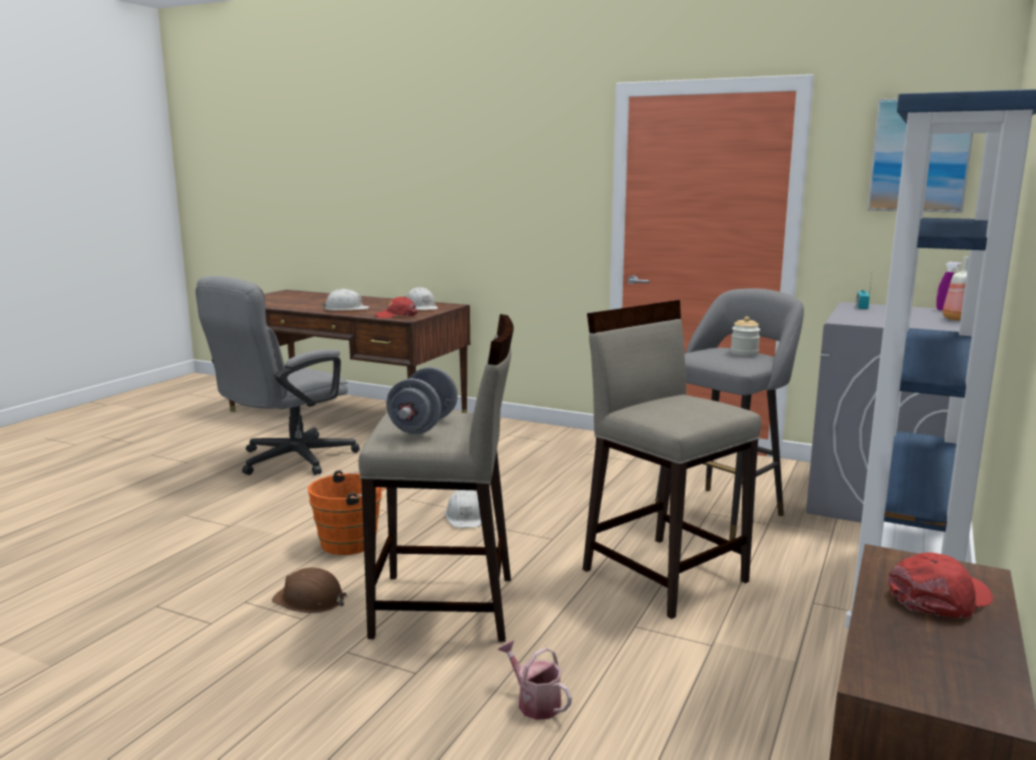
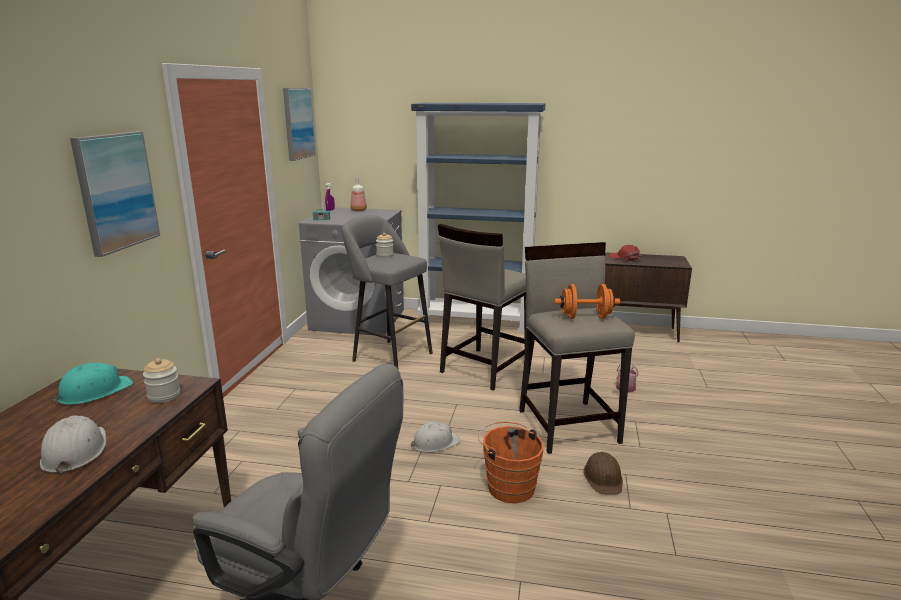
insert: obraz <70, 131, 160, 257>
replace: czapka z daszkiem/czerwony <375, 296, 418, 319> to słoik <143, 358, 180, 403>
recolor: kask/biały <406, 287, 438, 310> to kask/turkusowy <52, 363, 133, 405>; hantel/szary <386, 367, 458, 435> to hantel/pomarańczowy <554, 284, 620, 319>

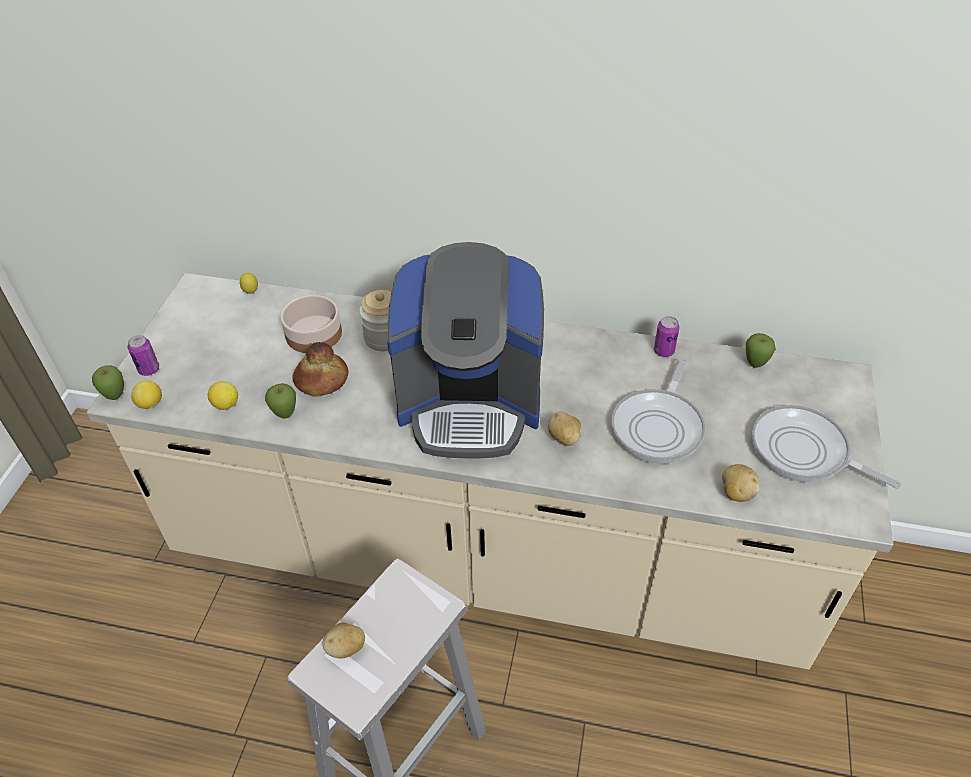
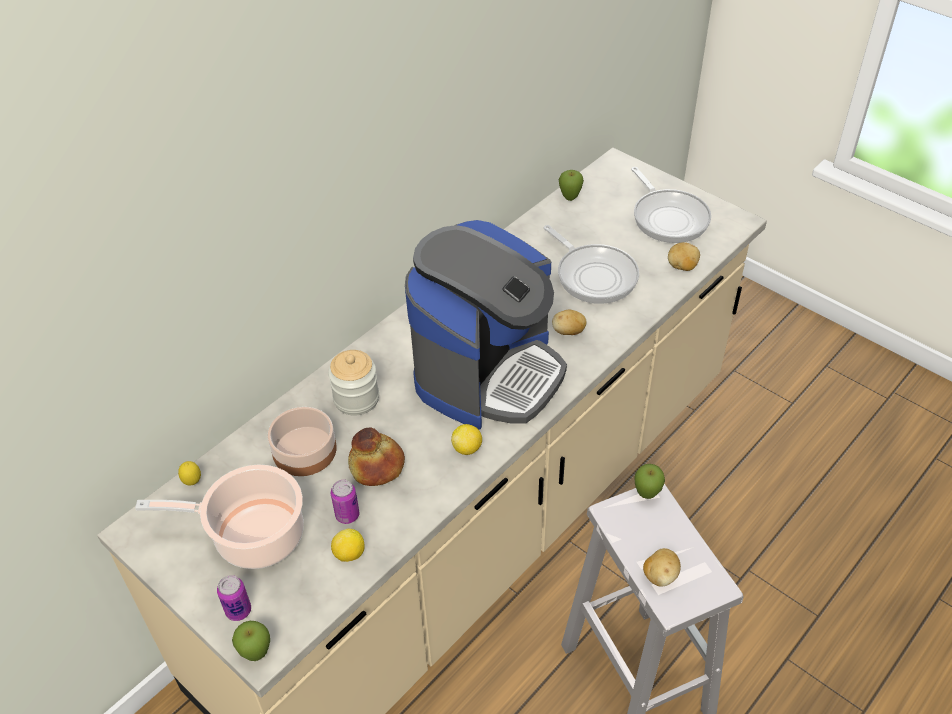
insert: garnek <135, 464, 304, 569>
move: puszka <654, 316, 680, 357> to <331, 480, 359, 524>; cytryna <131, 381, 162, 409> to <451, 424, 482, 455>; jabłko <265, 383, 296, 419> to <634, 464, 665, 499>
rotate: patelnia <752, 405, 901, 489> = <631, 167, 711, 243> 90 degrees counterclockwise

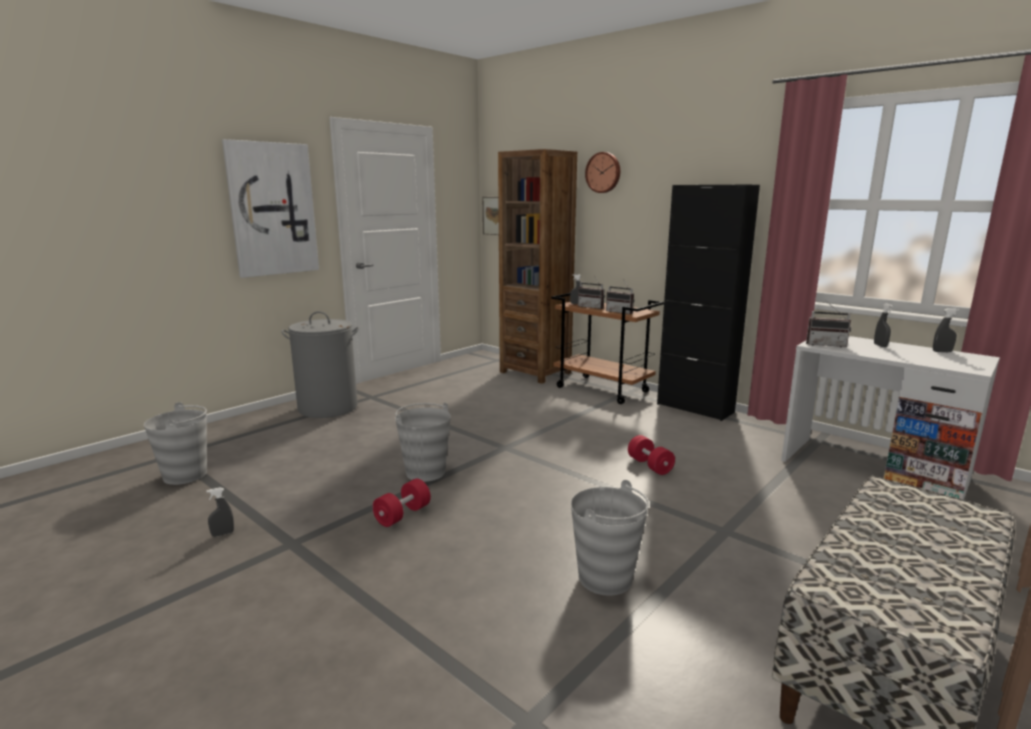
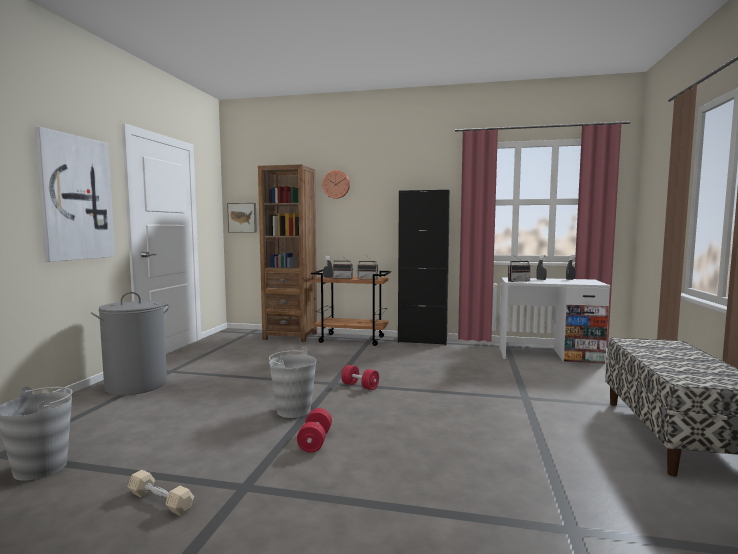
delete: wiadro/szary <571, 480, 649, 596>
move: hantel/czerwony <628, 435, 675, 475> to <341, 365, 379, 390>
replace: spryskiwacz/szary <207, 487, 234, 537> to hantel/beżowy <128, 470, 194, 516>

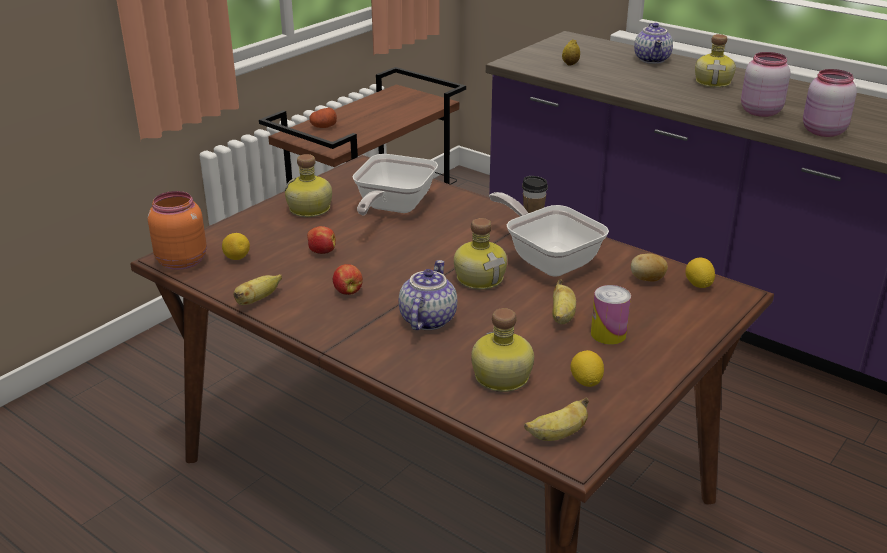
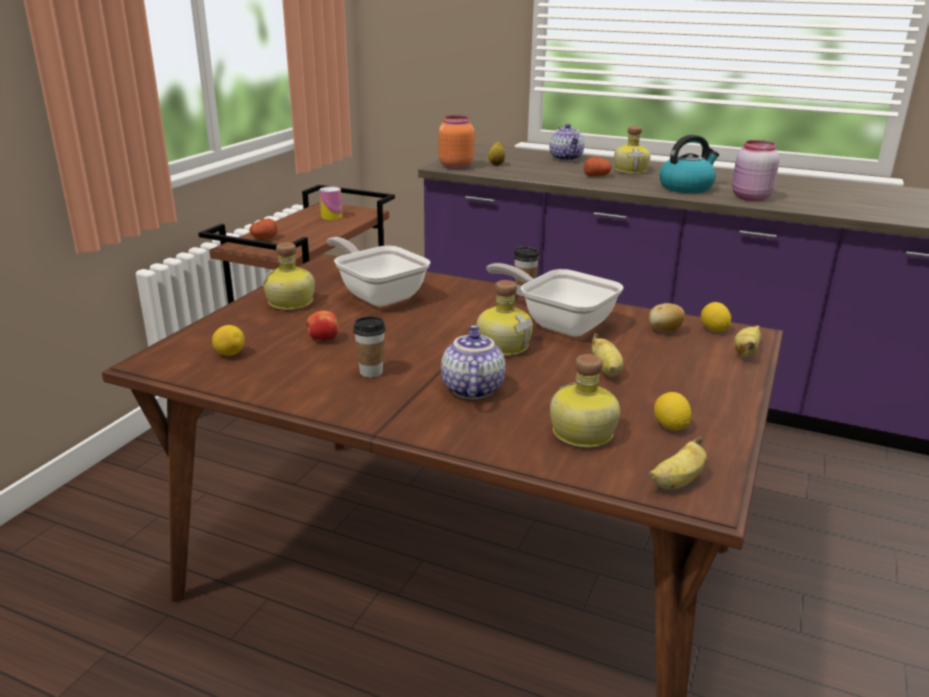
insert: ziemniak <584, 157, 612, 177>
move: słoik/pomarańczowy <148, 191, 207, 270> to <438, 115, 474, 169>; banan <234, 274, 282, 305> to <734, 325, 761, 357>; puszka <591, 285, 631, 345> to <319, 187, 342, 220>
replace: słoik/różowy <741, 52, 791, 117> to czajnik <659, 135, 719, 193>; jabłko <333, 264, 363, 295> to filiżanka <353, 316, 386, 378>
rotate: patelnia <353, 154, 438, 215> = <327, 237, 430, 307> 135 degrees clockwise

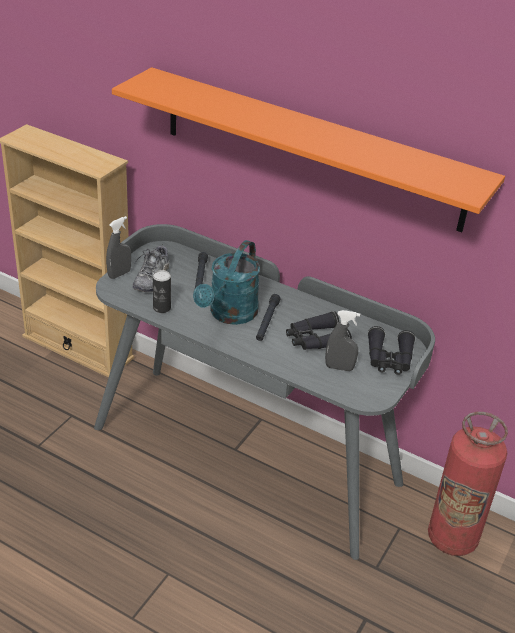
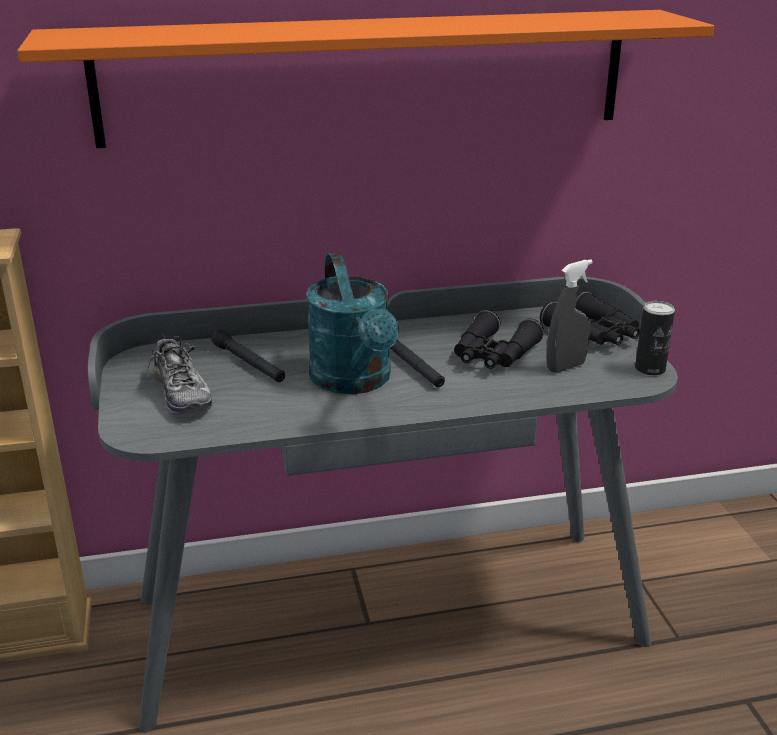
delete: spryskiwacz/szary <106, 216, 131, 279>; gaśnica <428, 412, 508, 556>
move: puszka <153, 270, 171, 313> to <635, 301, 675, 376>

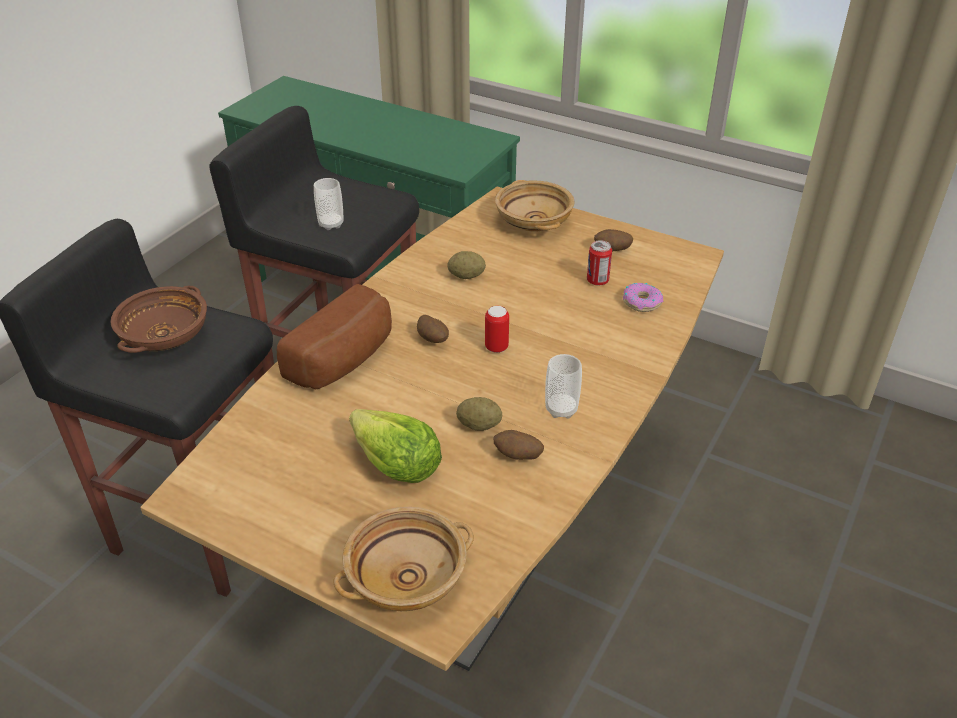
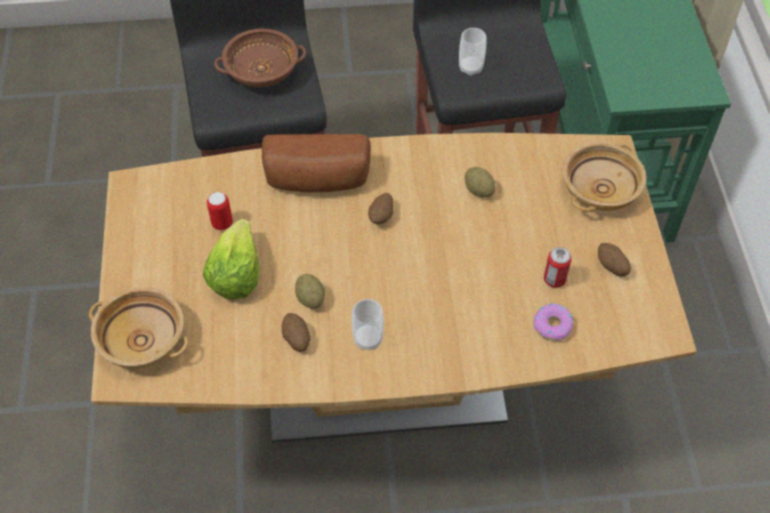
move: puszka <485, 306, 509, 353> to <207, 192, 233, 230>

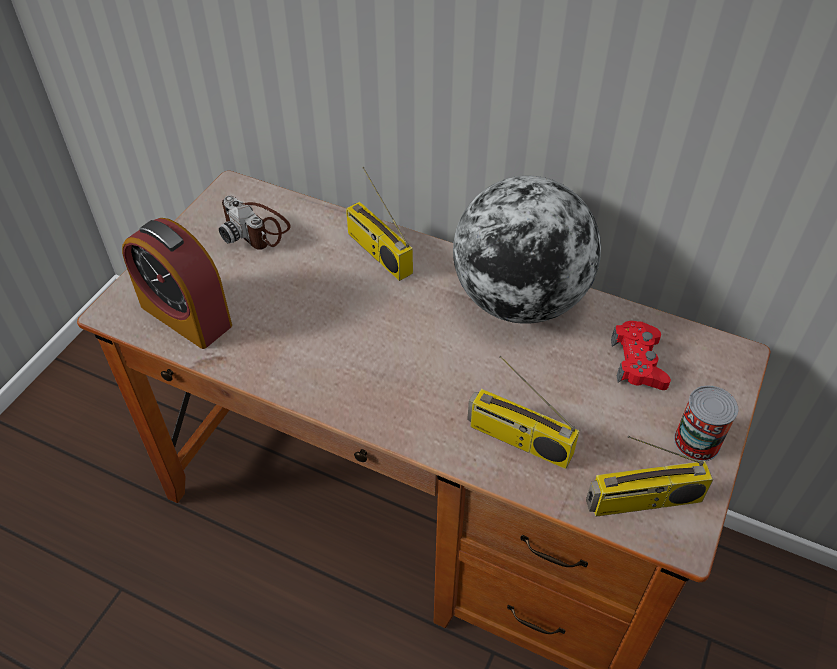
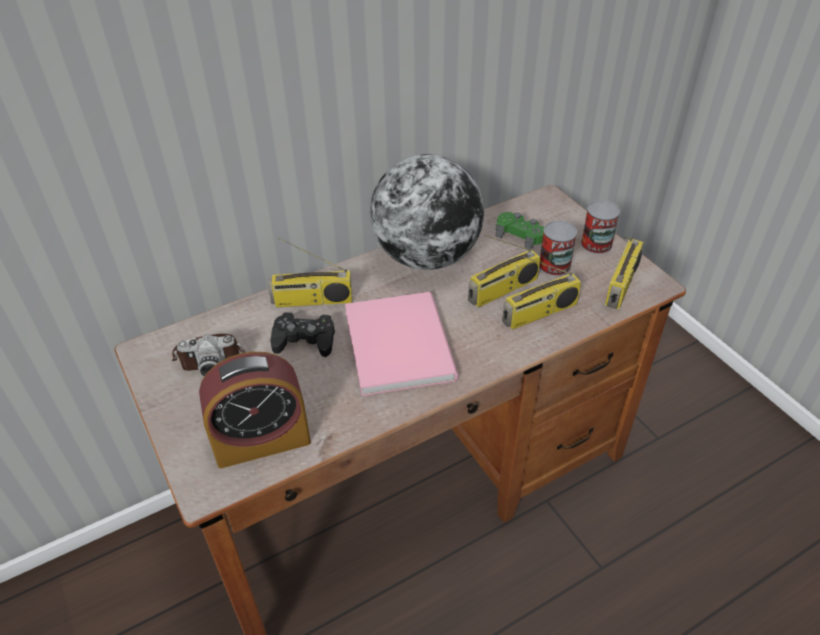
insert: puszka <539, 221, 577, 276>; radio <468, 235, 541, 308>; książka/różowy <345, 292, 458, 396>; pad do gier/czarny <270, 312, 335, 357>
recolor: pad do gier/czerwony <611, 321, 671, 390> to pad do gier/zielony <496, 212, 544, 249>

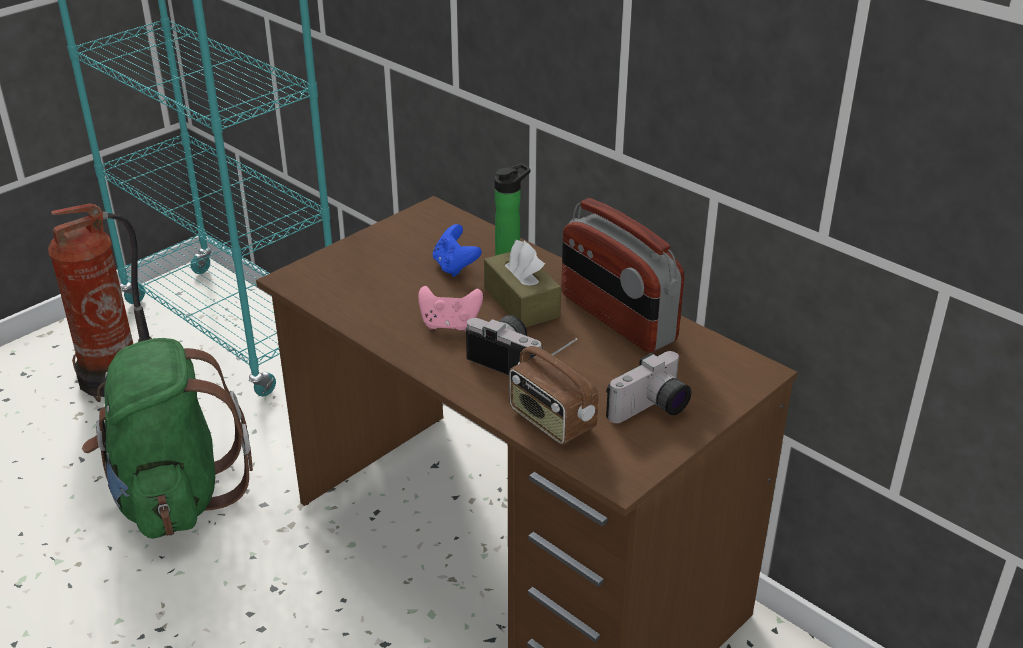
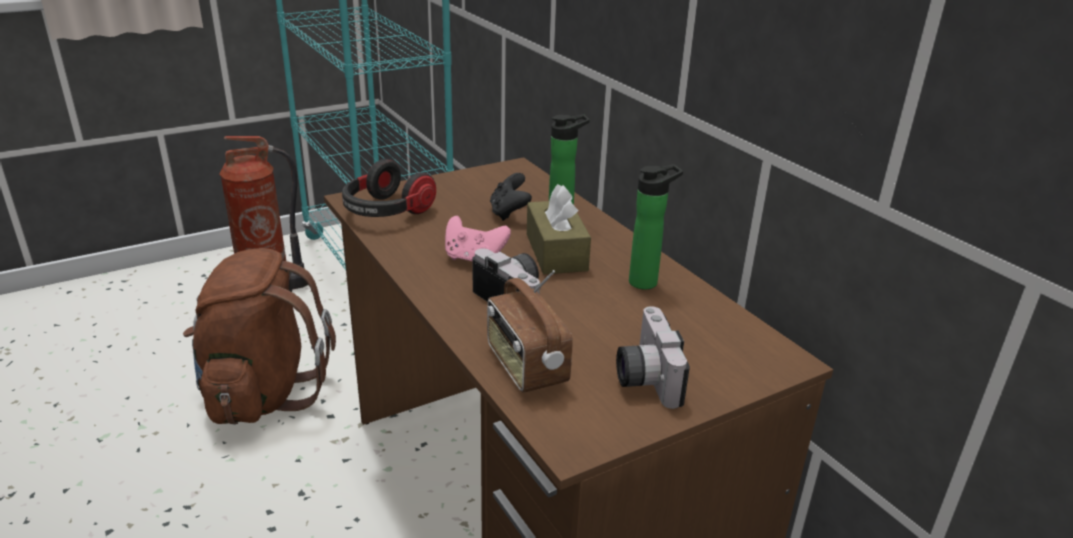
insert: słuchawki <342, 159, 436, 217>
replace: radio <561, 198, 685, 352> to butelka <629, 164, 683, 289>
recolor: pad do gier/niebieski <433, 224, 482, 277> to pad do gier/czarny <490, 173, 532, 221>; plecak/zielony <82, 338, 253, 539> to plecak/brązowy <183, 248, 336, 425>
rotate: aparat fotograficzny <606, 351, 691, 423> = <616, 306, 690, 409> 105 degrees clockwise

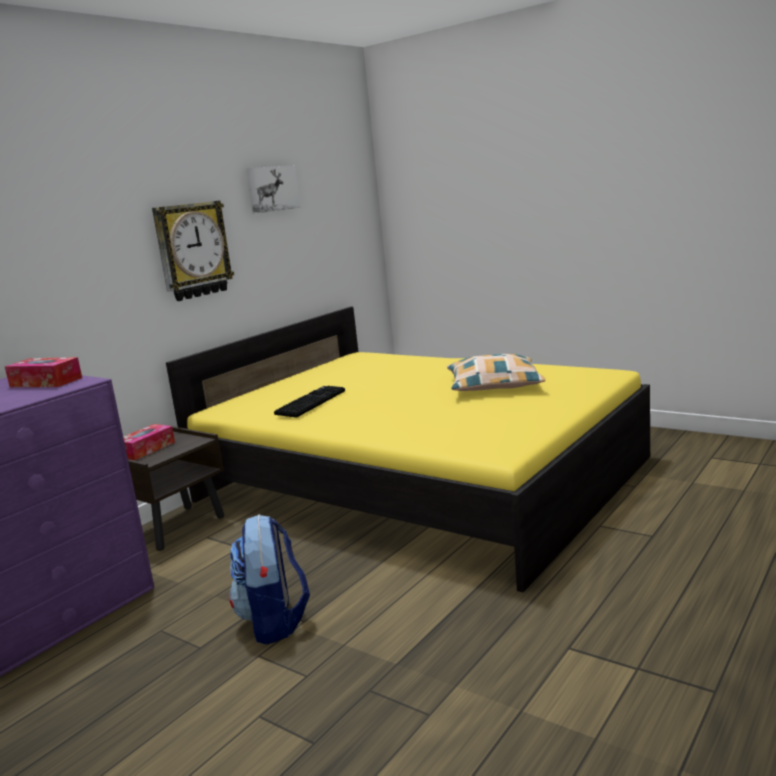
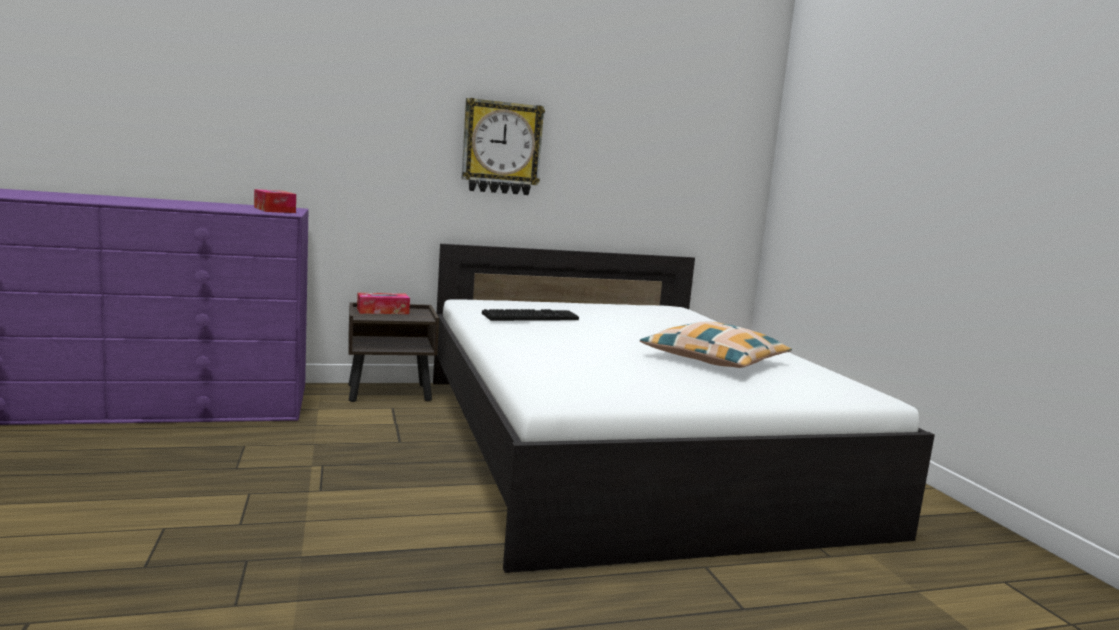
delete: obraz <246, 165, 301, 214>; plecak <229, 514, 310, 645>
recolor: łóżko/żółty <166, 307, 650, 592> to łóżko/biały <433, 244, 935, 573>

